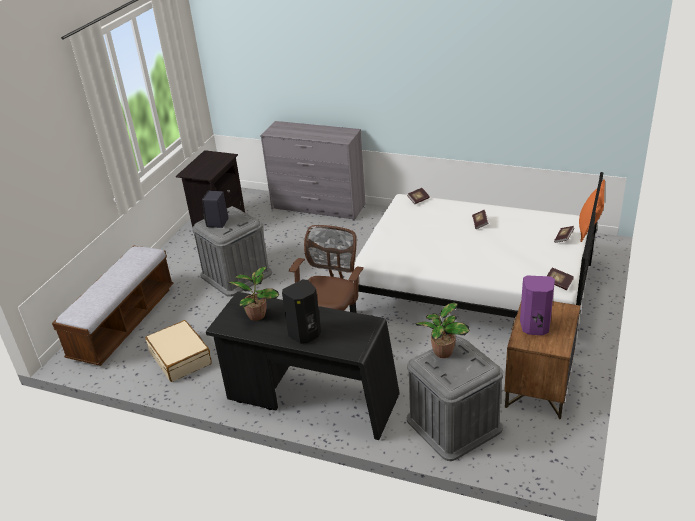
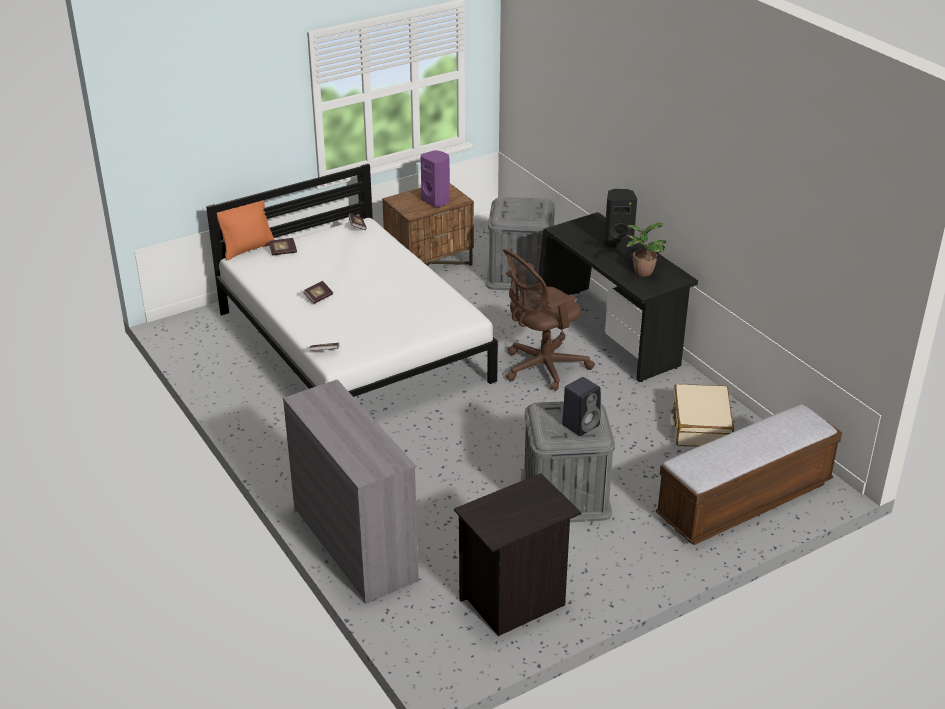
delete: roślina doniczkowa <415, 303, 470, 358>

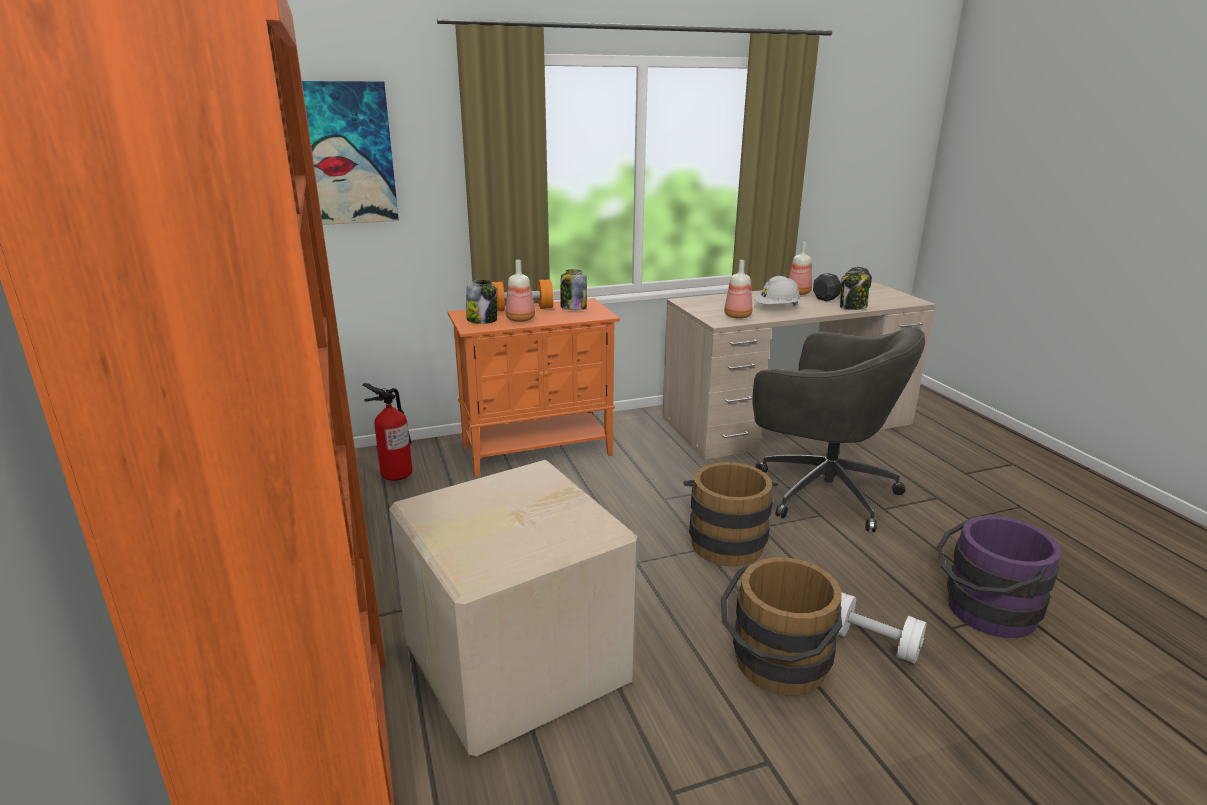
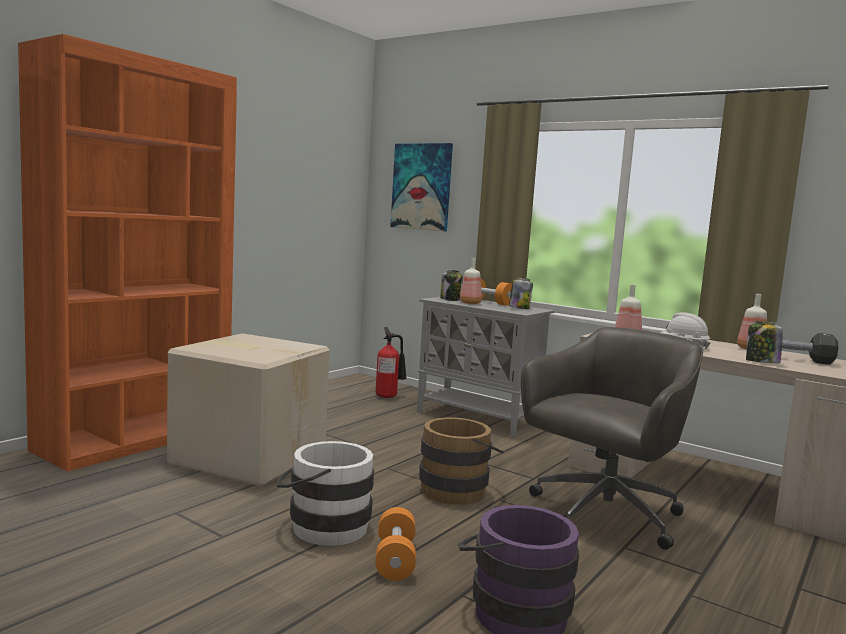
recolor: szafka/pomarańczowy <448, 298, 620, 477> to szafka/szary <417, 297, 555, 438>; wiadro/brązowy <721, 557, 842, 695> to wiadro/biały <277, 441, 374, 546>; hantel/biały <838, 592, 927, 664> to hantel/pomarańczowy <375, 507, 416, 581>
rotate: krzesło biurowe/szary <752, 327, 925, 532> = <521, 327, 703, 550> 135 degrees counterclockwise

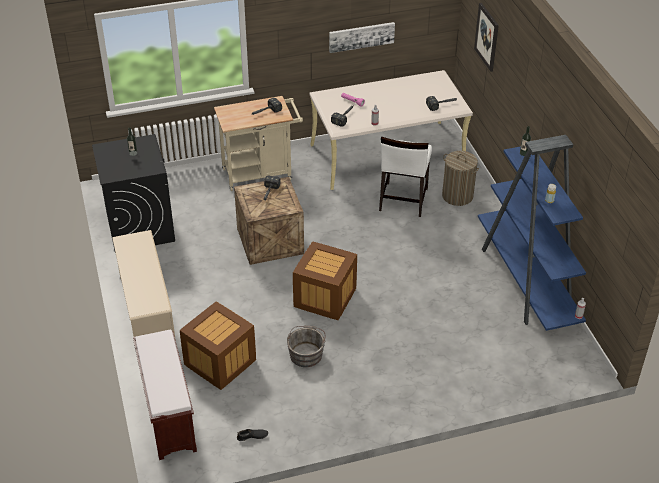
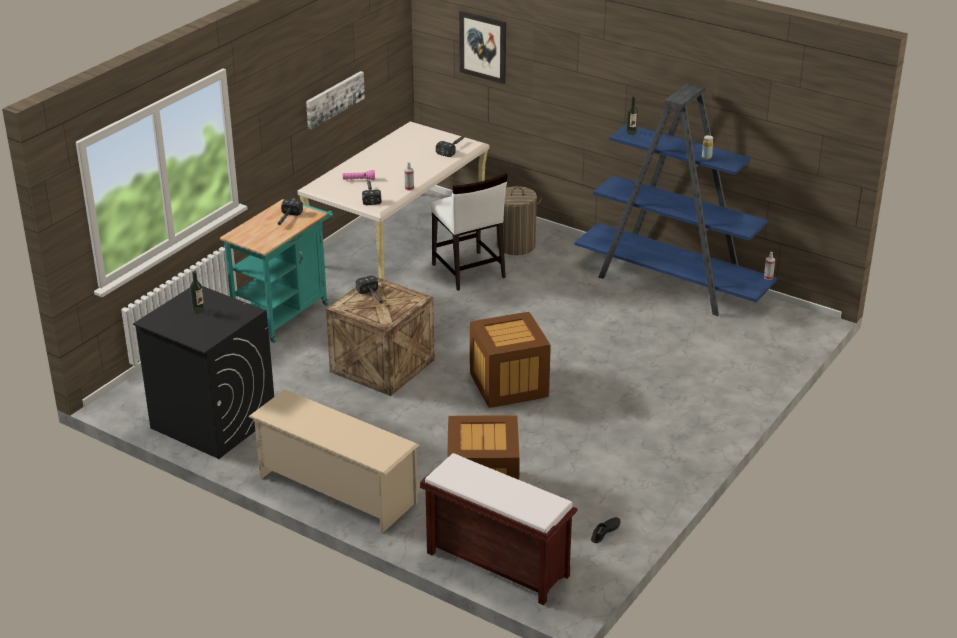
delete: wiadro/szary <287, 325, 326, 367>
recolor: wózek/beżowy <214, 96, 303, 191> to wózek/turkusowy <220, 198, 333, 343>

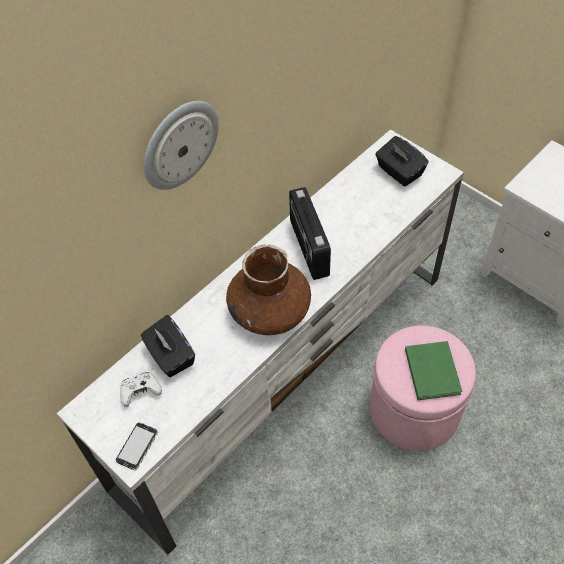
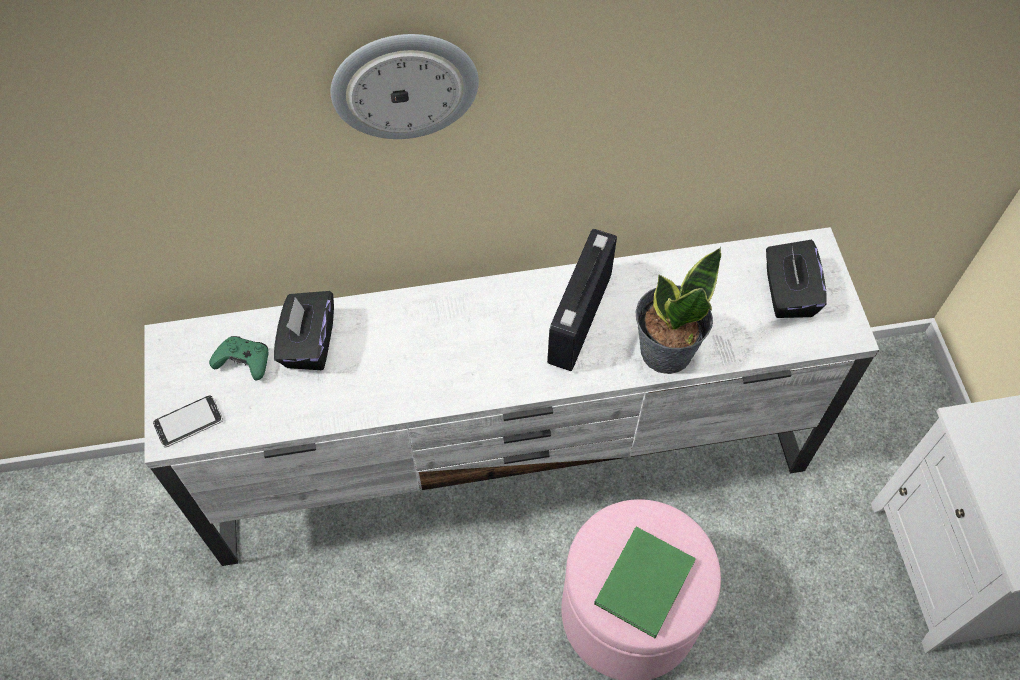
delete: wazon/brązowy <226, 244, 311, 335>
insert: roślina doniczkowa <636, 247, 721, 374>
recolor: pad do gier/biały <120, 372, 162, 407> to pad do gier/zielony <209, 336, 268, 381>

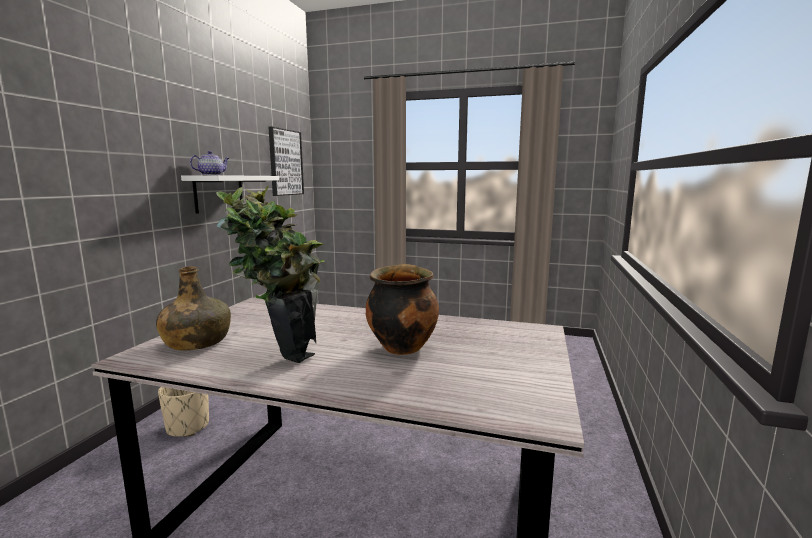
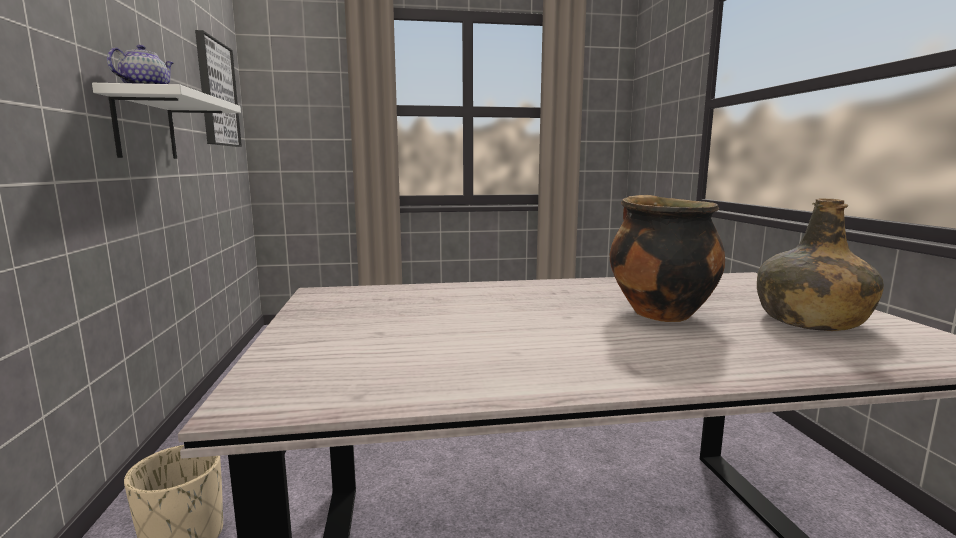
delete: roślina doniczkowa <216, 186, 324, 363>
move: butelka/zielony <156, 266, 231, 351> to <757, 198, 884, 331>

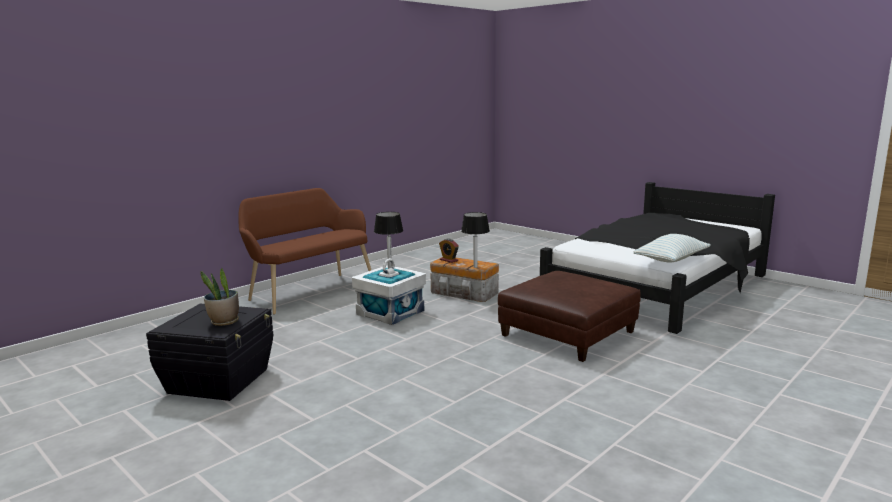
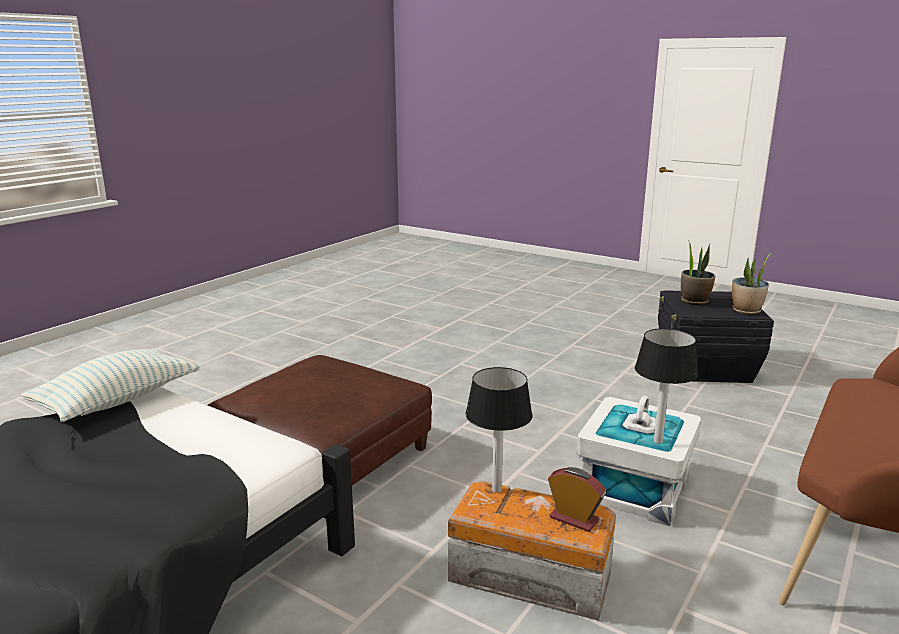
insert: roślina doniczkowa <732, 253, 771, 314>

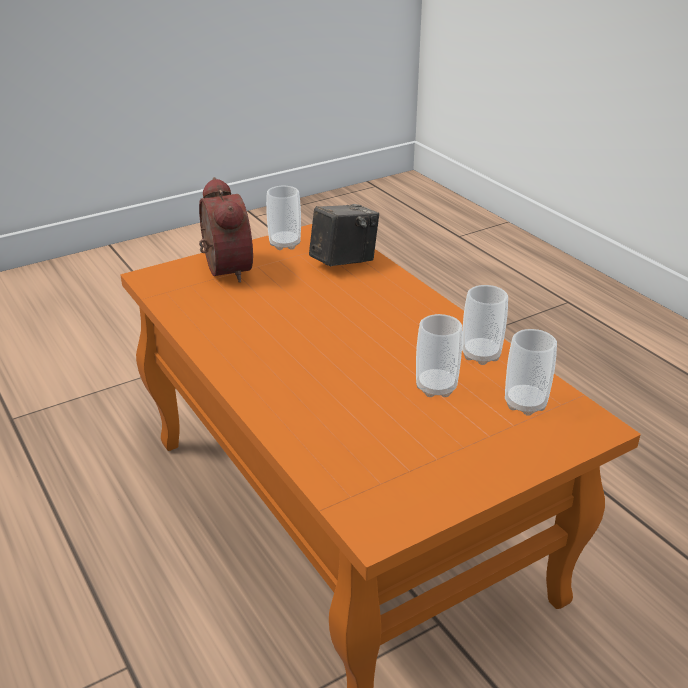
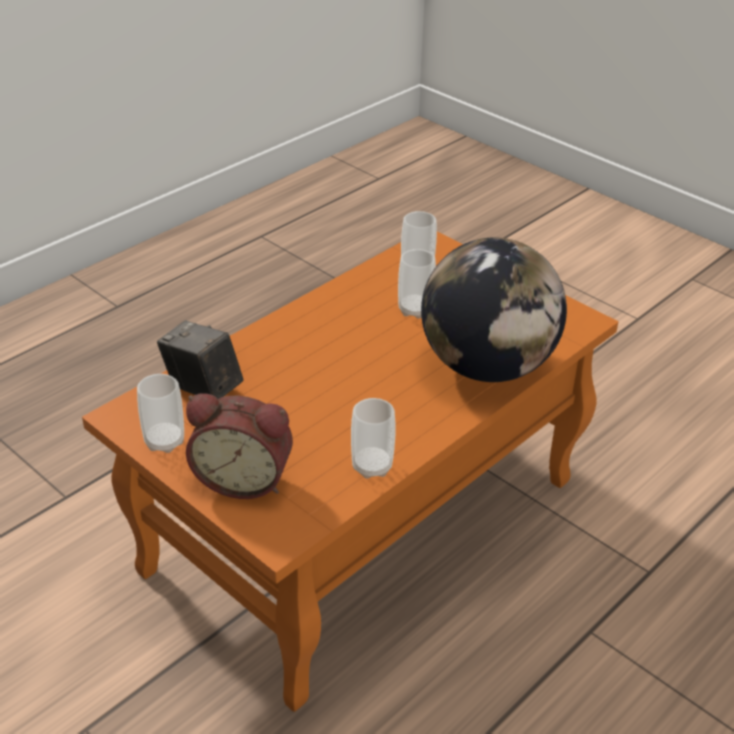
insert: globus <421, 237, 567, 382>
move: filiżanka <462, 285, 508, 365> to <351, 398, 396, 479>
rotate: budzik <199, 177, 253, 283> = <186, 393, 293, 499> 135 degrees counterclockwise

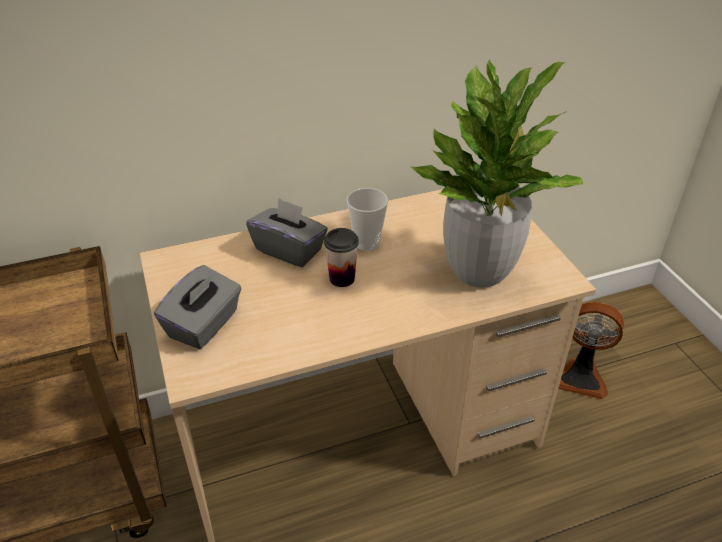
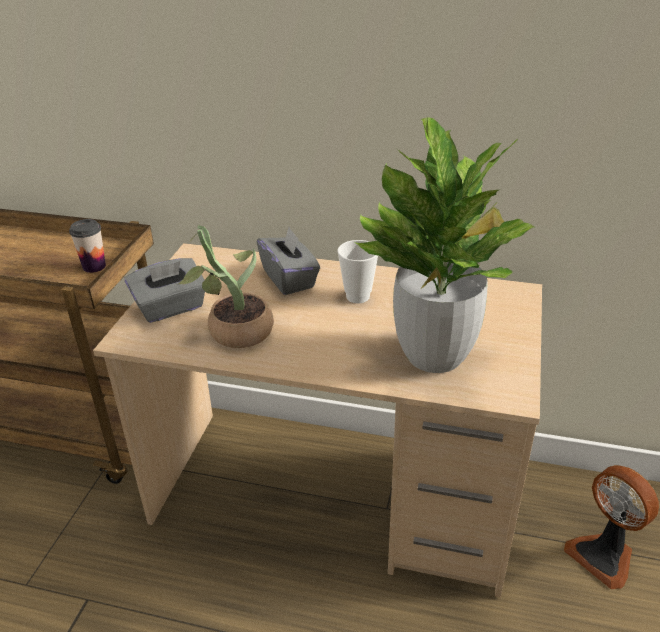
insert: roślina doniczkowa <177, 225, 274, 348>
move: filiżanka <324, 228, 359, 287> to <69, 219, 106, 273>

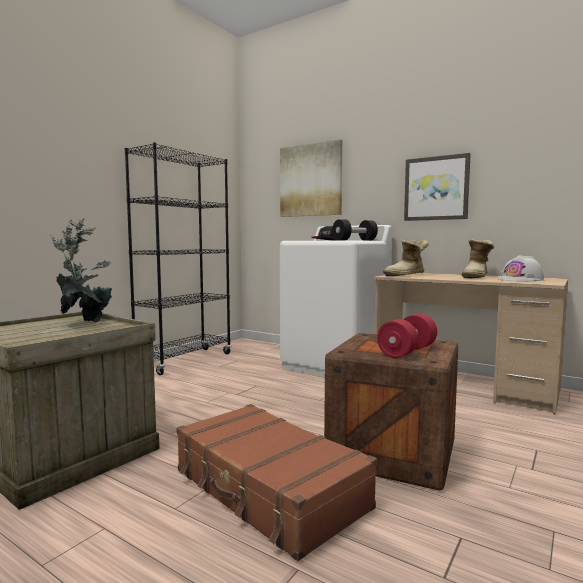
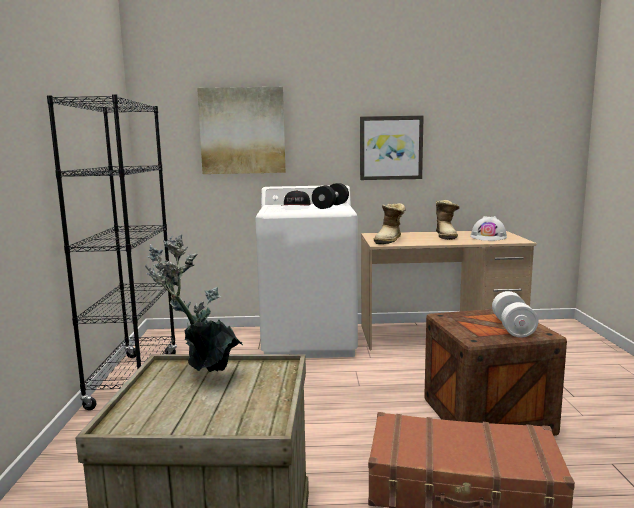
recolor: hantel/czerwony <377, 313, 437, 358> to hantel/biały <492, 291, 538, 338>

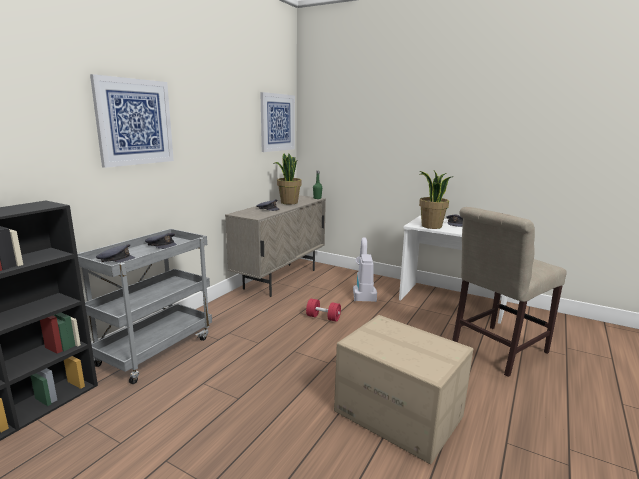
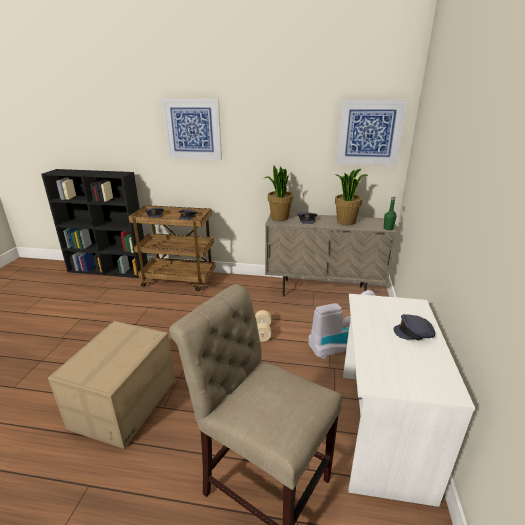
move: roślina doniczkowa <419, 171, 454, 229> to <265, 166, 293, 221>
recolor: wózek/szary <77, 229, 212, 384> to wózek/brązowy <128, 205, 215, 291>; hantel/czerwony <306, 299, 341, 322> to hantel/beżowy <255, 310, 271, 342>

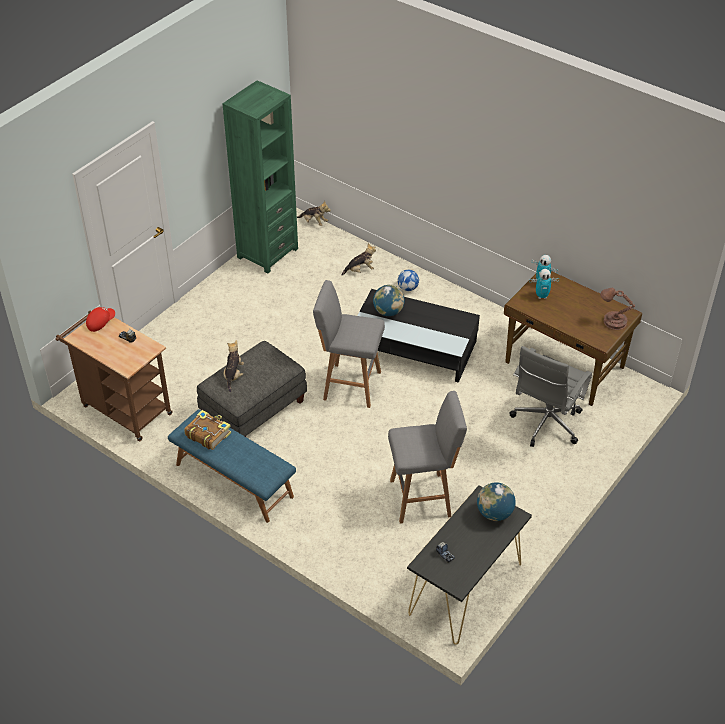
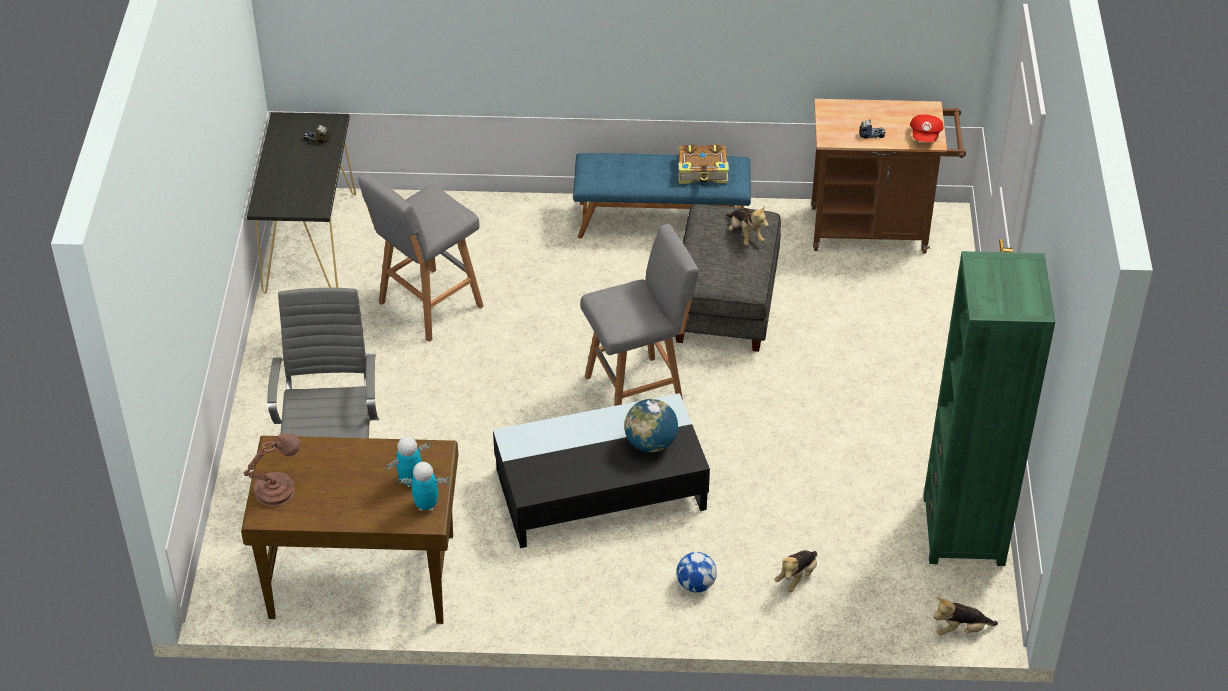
delete: globus <477, 482, 516, 521>

